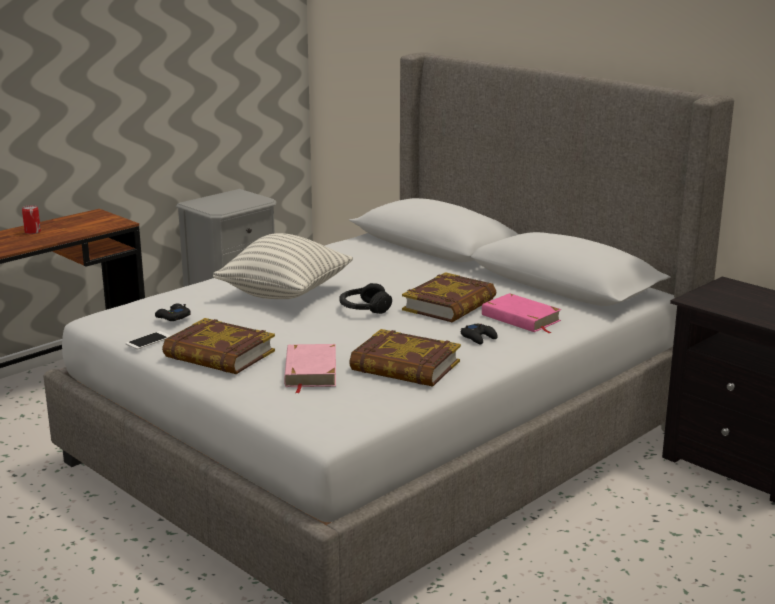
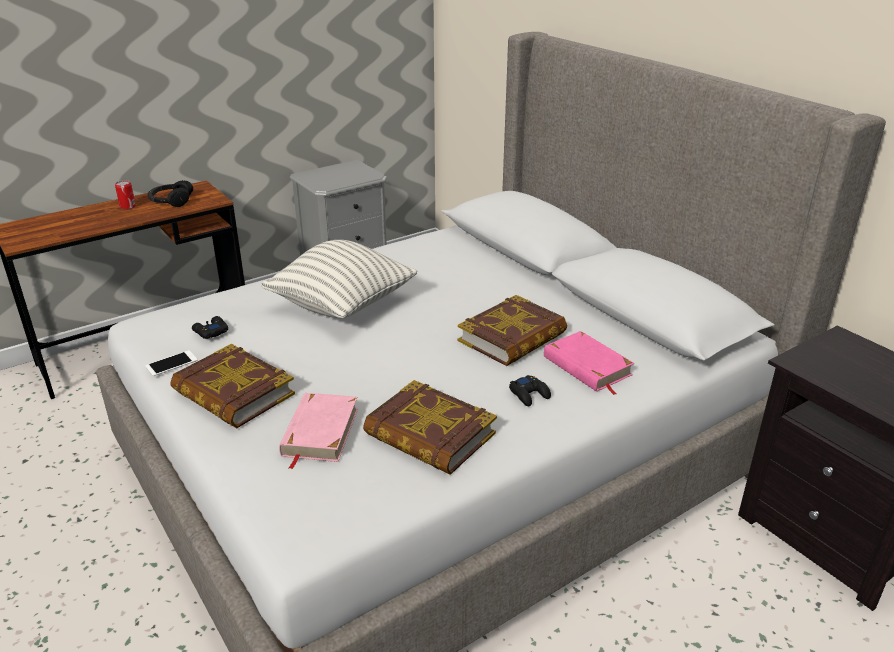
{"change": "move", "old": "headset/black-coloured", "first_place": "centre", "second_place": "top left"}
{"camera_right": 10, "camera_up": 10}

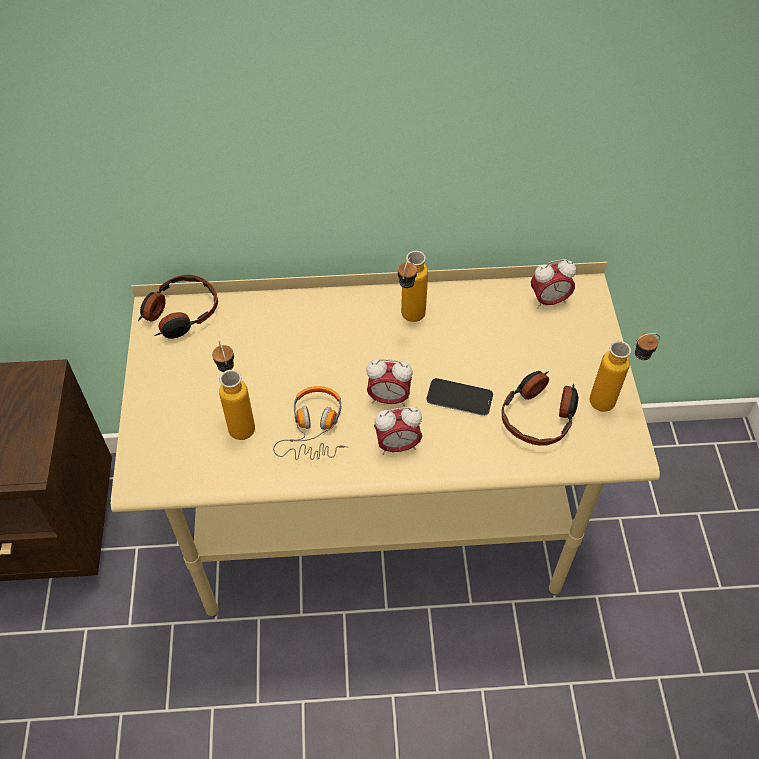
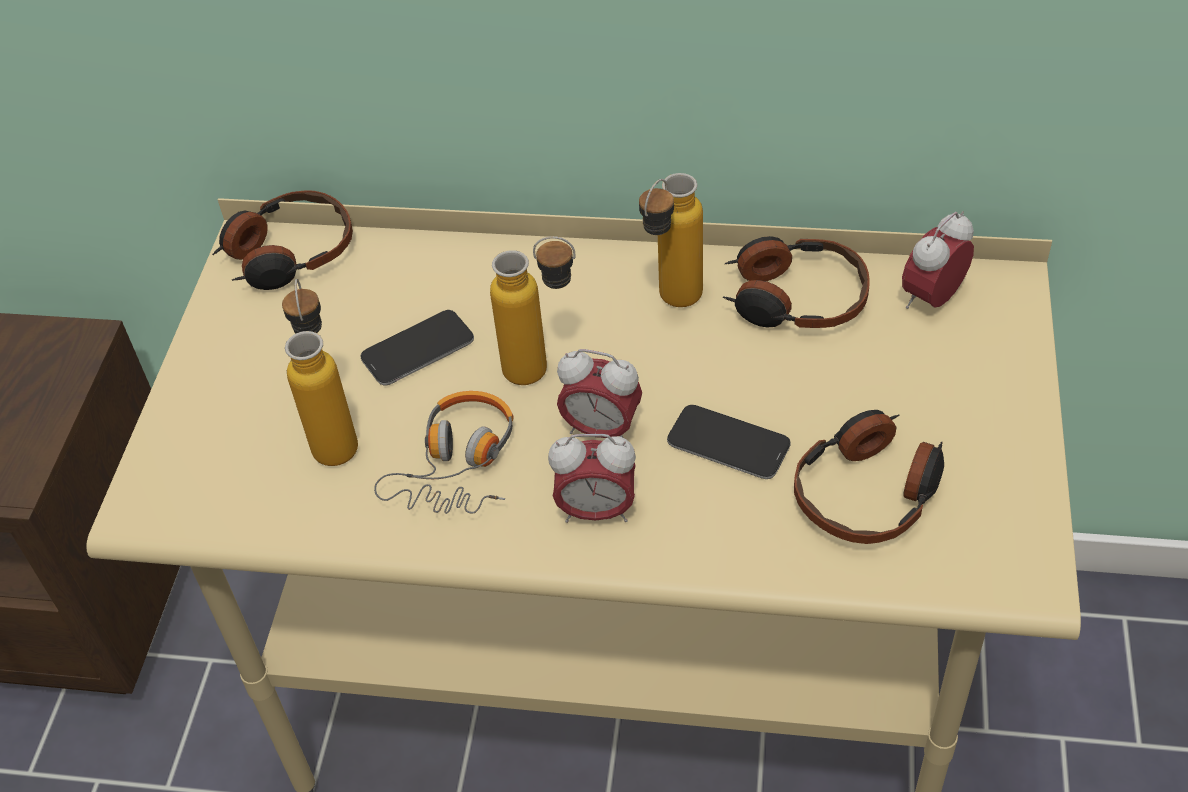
{"change": "insert", "new": "phone (1st from left)", "second_place": "centre"}
{"change": "insert", "new": "headset (3rd from left)", "second_place": "middle right"}
{"change": "move", "old": "bottle (3rd from left in the first image)", "new": "bottle (2nd from left)", "first_place": "middle right", "second_place": "centre"}
{"change": "rotate", "old": "alarm clock (3rd from left)", "first_place": "middle right", "second_place": "top right", "degrees": 135}
{"camera_right": 15, "camera_up": -5}

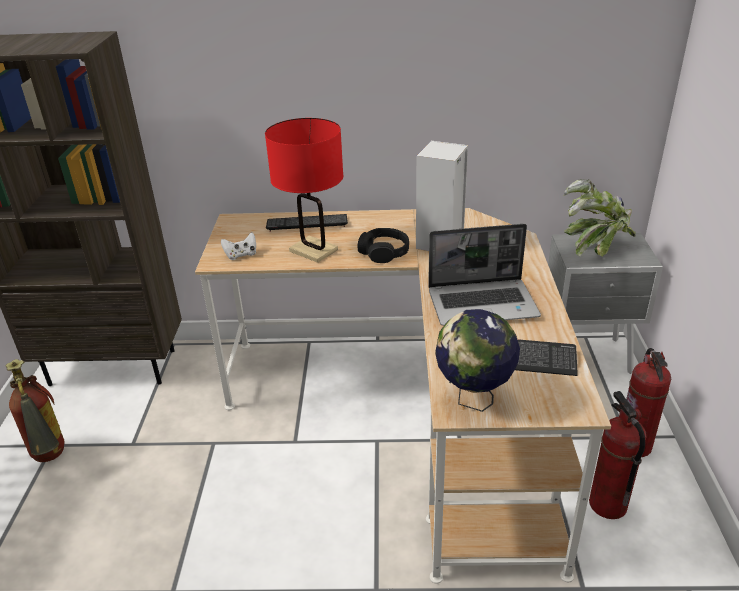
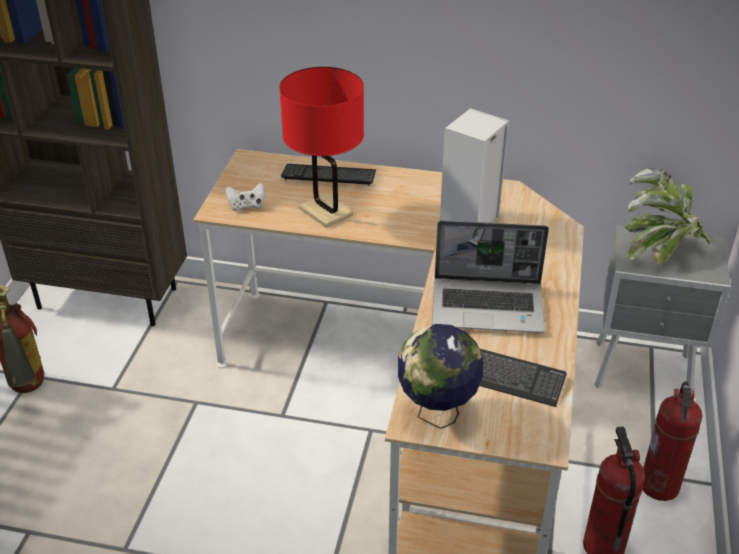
{"change": "delete", "old": "headset/black-coloured", "first_place": "centre"}
{"camera_right": 10, "camera_up": 5}

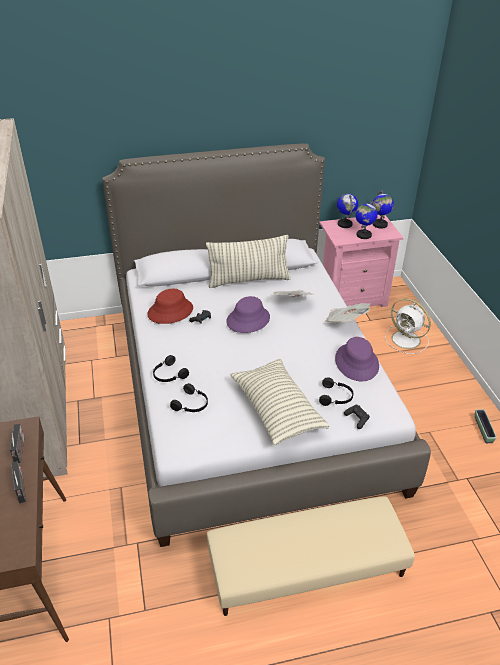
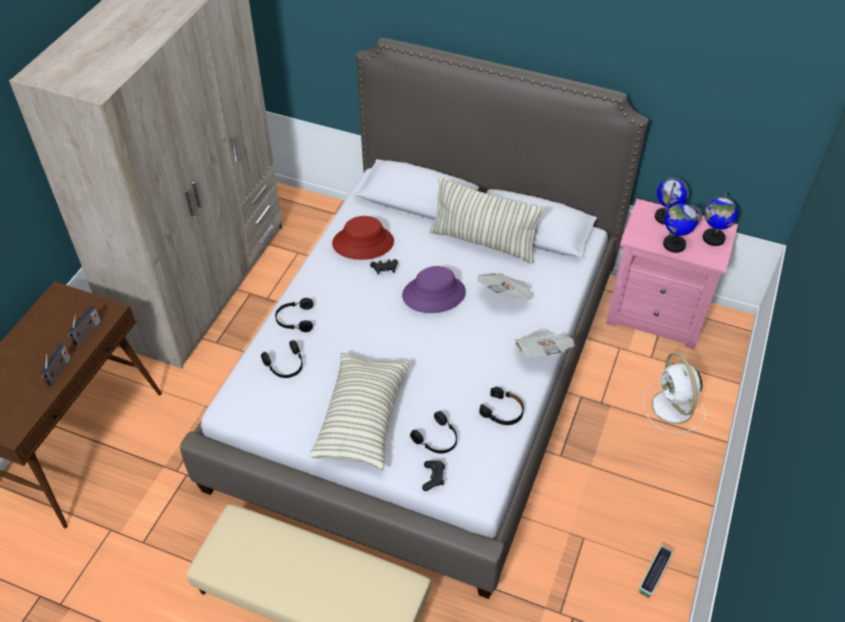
{"change": "replace", "old": "wearable hat/purple (2nd from left)", "new": "headset/black-coloured (4th from left)", "first_place": "middle right", "second_place": "centre"}
{"camera_right": 35, "camera_up": 10}

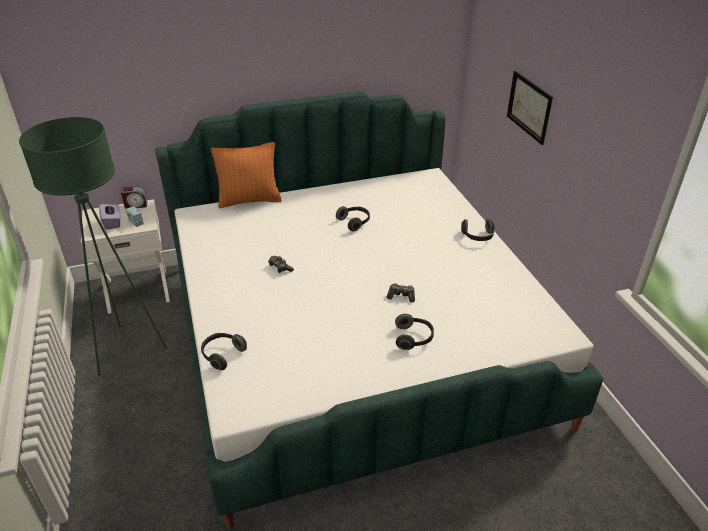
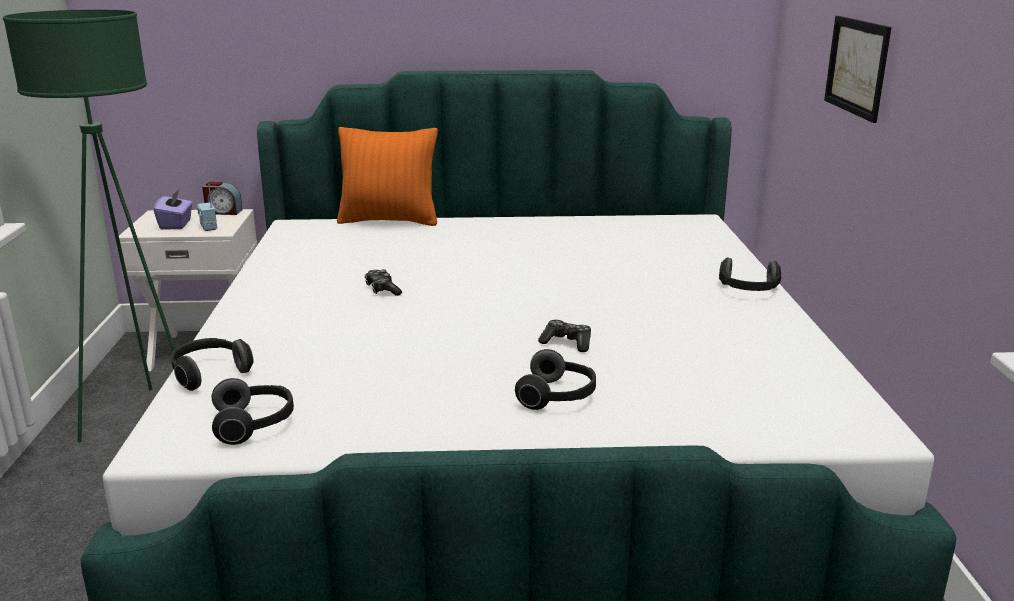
{"change": "move", "old": "headset (2nd from left)", "first_place": "centre", "second_place": "bottom left"}
{"camera_right": 15, "camera_up": -15}

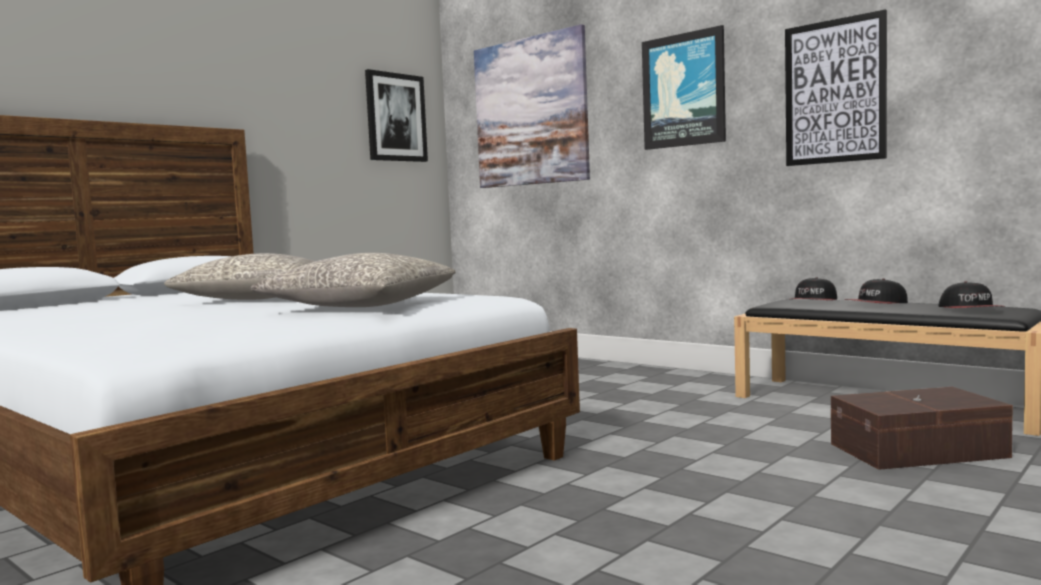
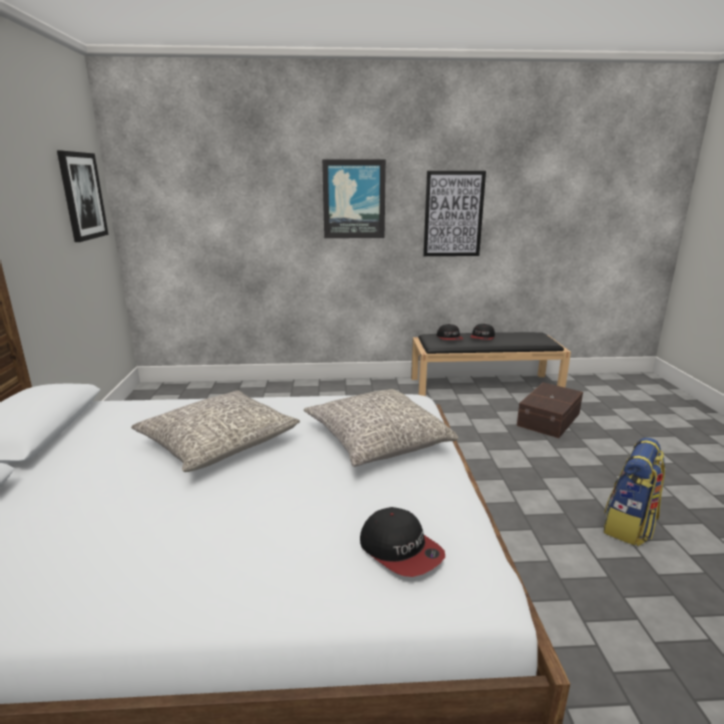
{"change": "delete", "old": "picture (2nd from left)", "first_place": "top centre"}
{"change": "insert", "new": "backpack", "second_place": "bottom right"}
{"change": "move", "old": "cap (3rd from left in the first image)", "new": "cap (1st from left)", "first_place": "middle right", "second_place": "bottom centre"}
{"camera_right": -45, "camera_up": 15}

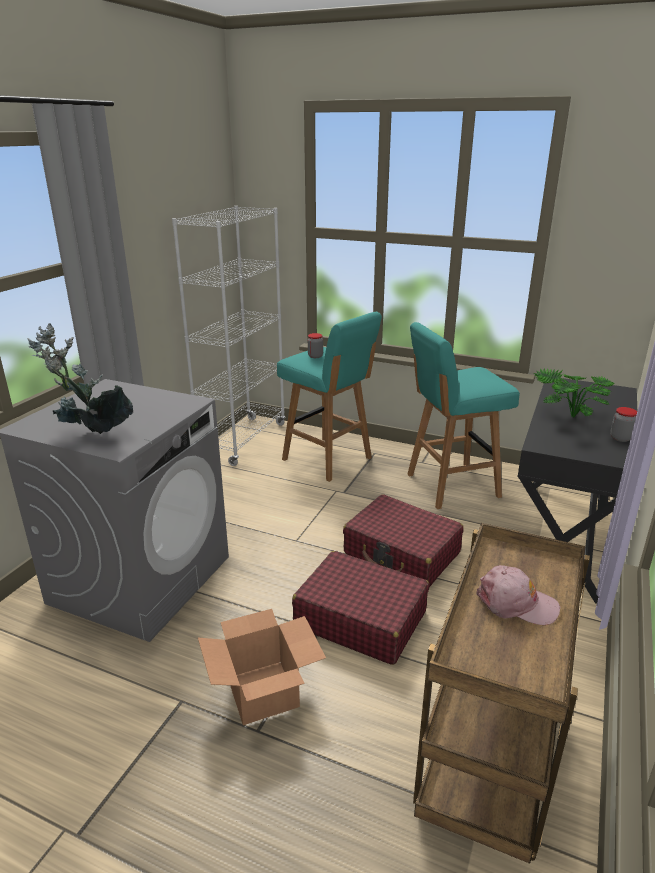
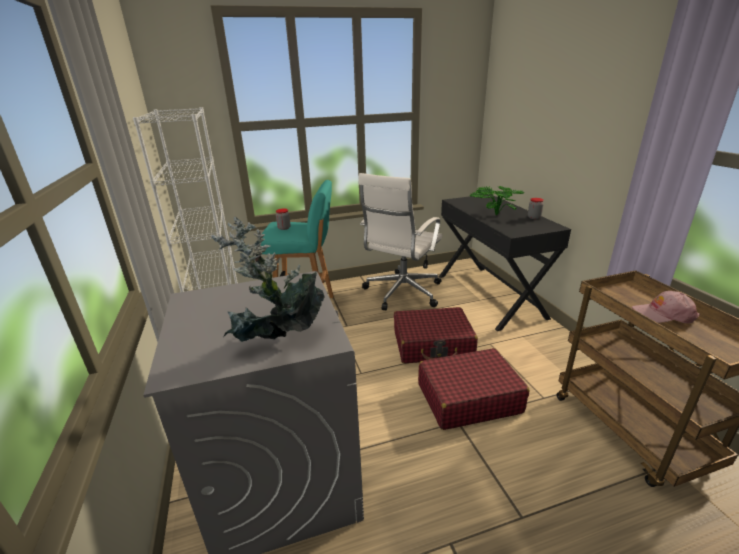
{"change": "delete", "old": "carton", "first_place": "bottom centre"}
{"change": "replace", "old": "stool/turquoise-coloured (2nd from left)", "new": "computer chair/white", "first_place": "middle right", "second_place": "centre"}
{"change": "rotate", "old": "cap/pink", "first_place": "bottom right", "second_place": "middle right", "degrees": -150}
{"camera_right": -40, "camera_up": 0}

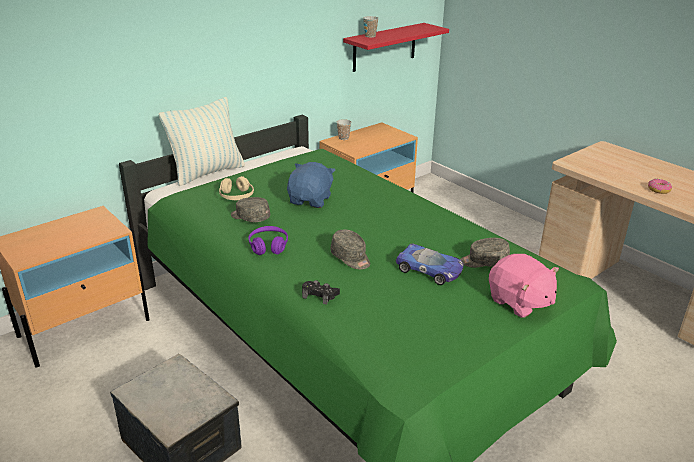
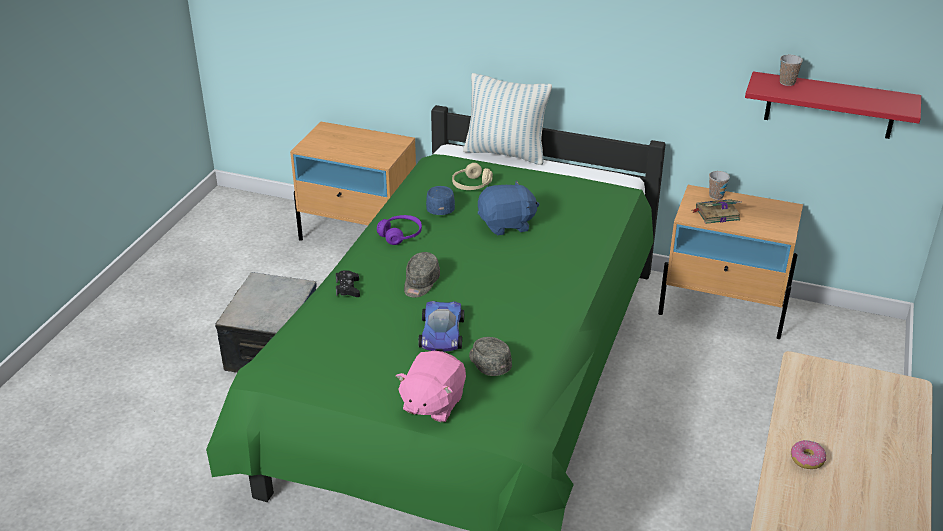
{"change": "insert", "new": "book", "second_place": "middle right"}
{"change": "recolor", "old": "cap/gray (1st from left)", "new": "cap/blue", "first_place": "centre", "second_place": "centre"}
{"camera_right": 60, "camera_up": 5}

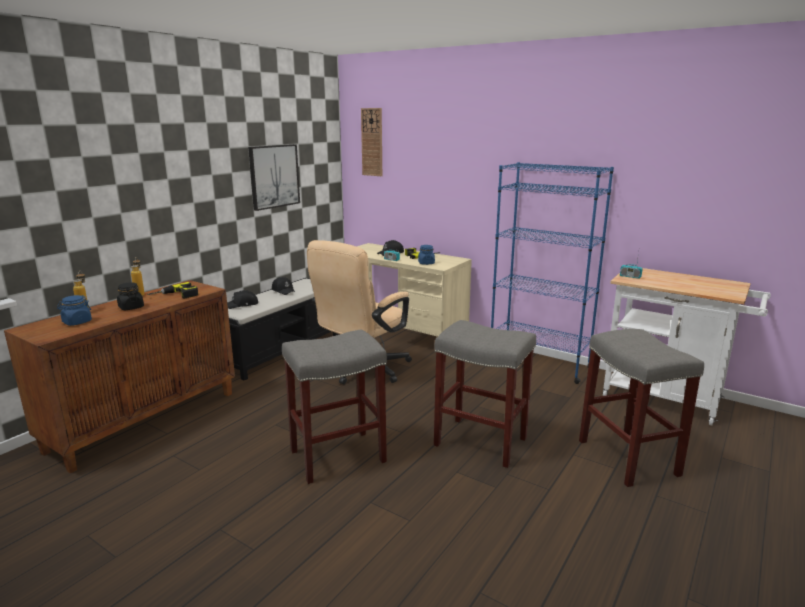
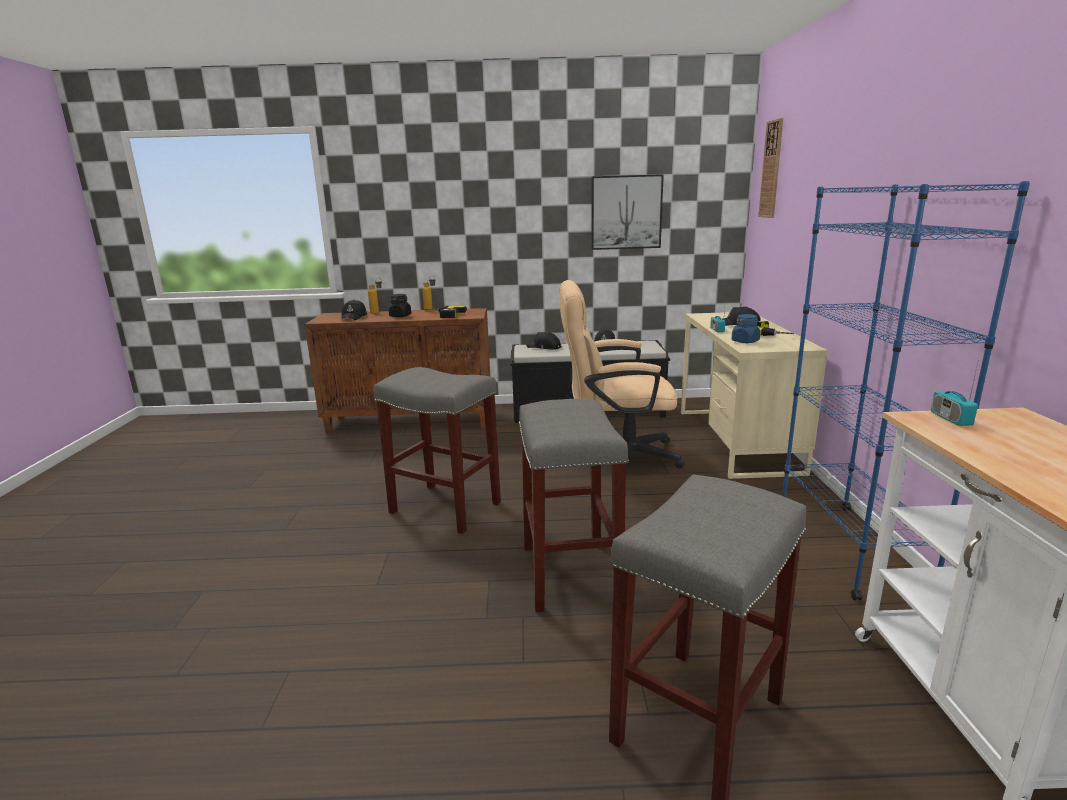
{"change": "replace", "old": "storage jar/blue (1st from left)", "new": "cap/black-coloured (1st from left)", "first_place": "middle left", "second_place": "middle left"}
{"camera_right": 55, "camera_up": 0}

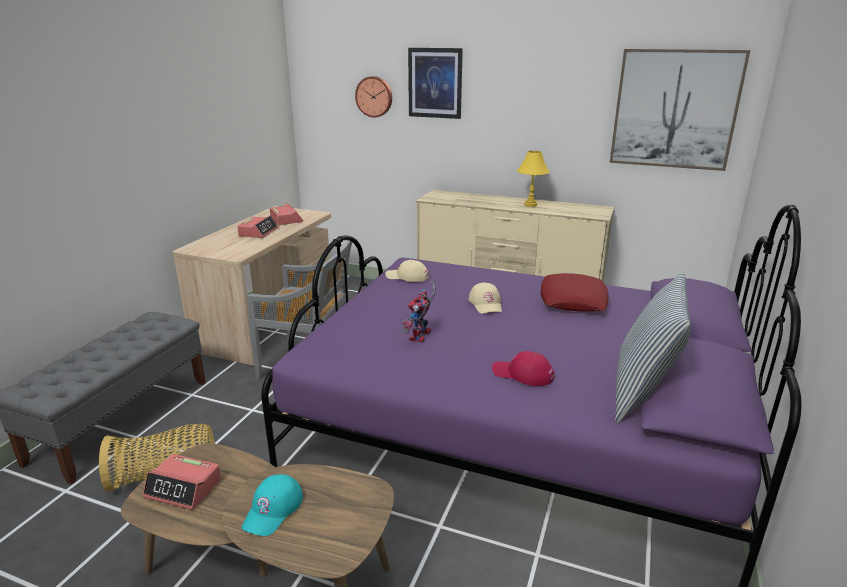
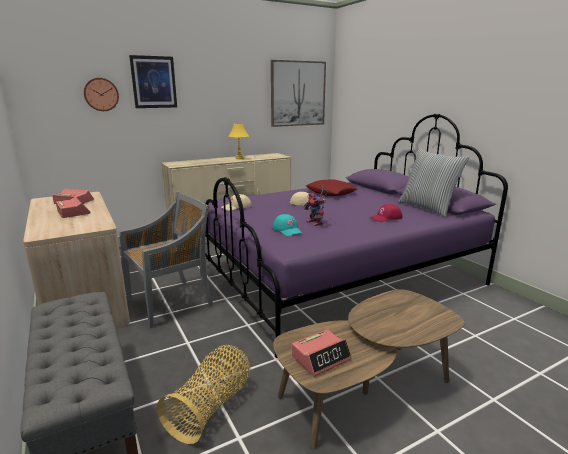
{"change": "move", "old": "cap/turquoise-coloured", "first_place": "bottom left", "second_place": "centre"}
{"camera_right": -50, "camera_up": -5}

